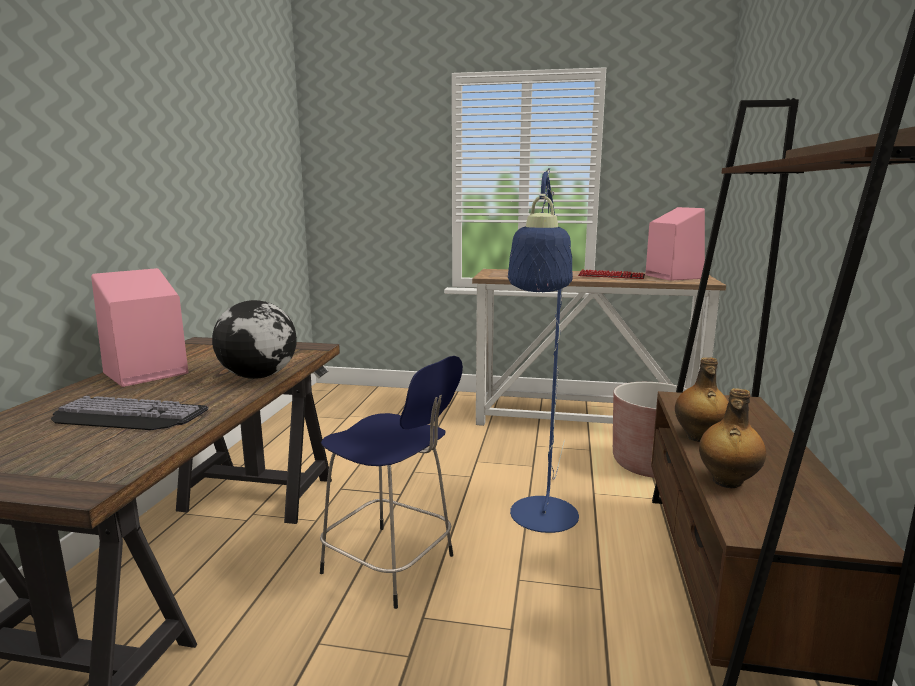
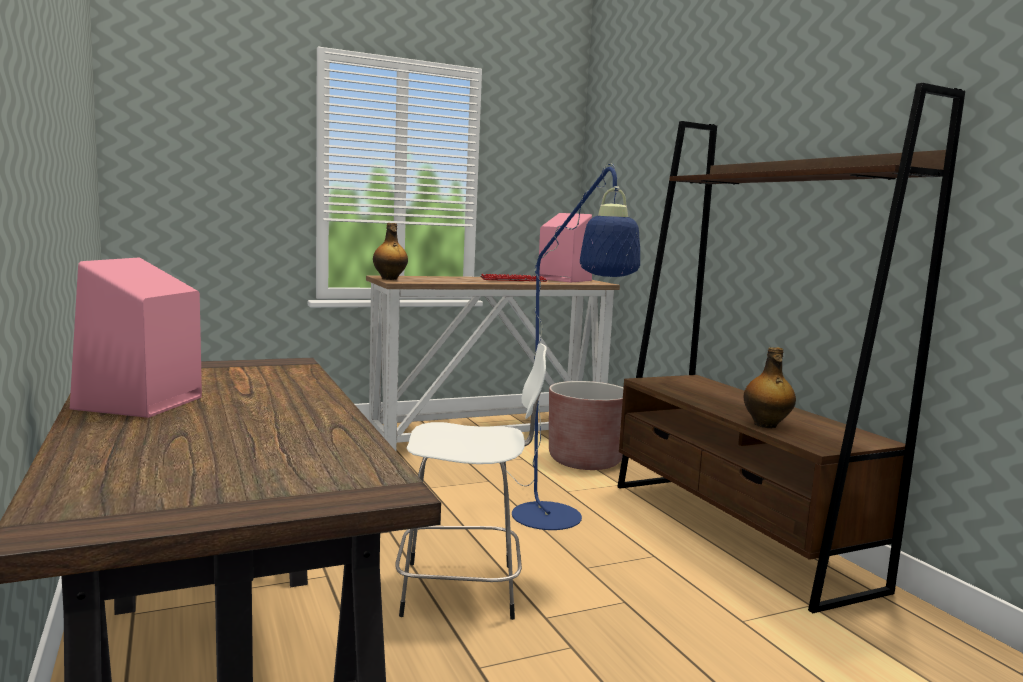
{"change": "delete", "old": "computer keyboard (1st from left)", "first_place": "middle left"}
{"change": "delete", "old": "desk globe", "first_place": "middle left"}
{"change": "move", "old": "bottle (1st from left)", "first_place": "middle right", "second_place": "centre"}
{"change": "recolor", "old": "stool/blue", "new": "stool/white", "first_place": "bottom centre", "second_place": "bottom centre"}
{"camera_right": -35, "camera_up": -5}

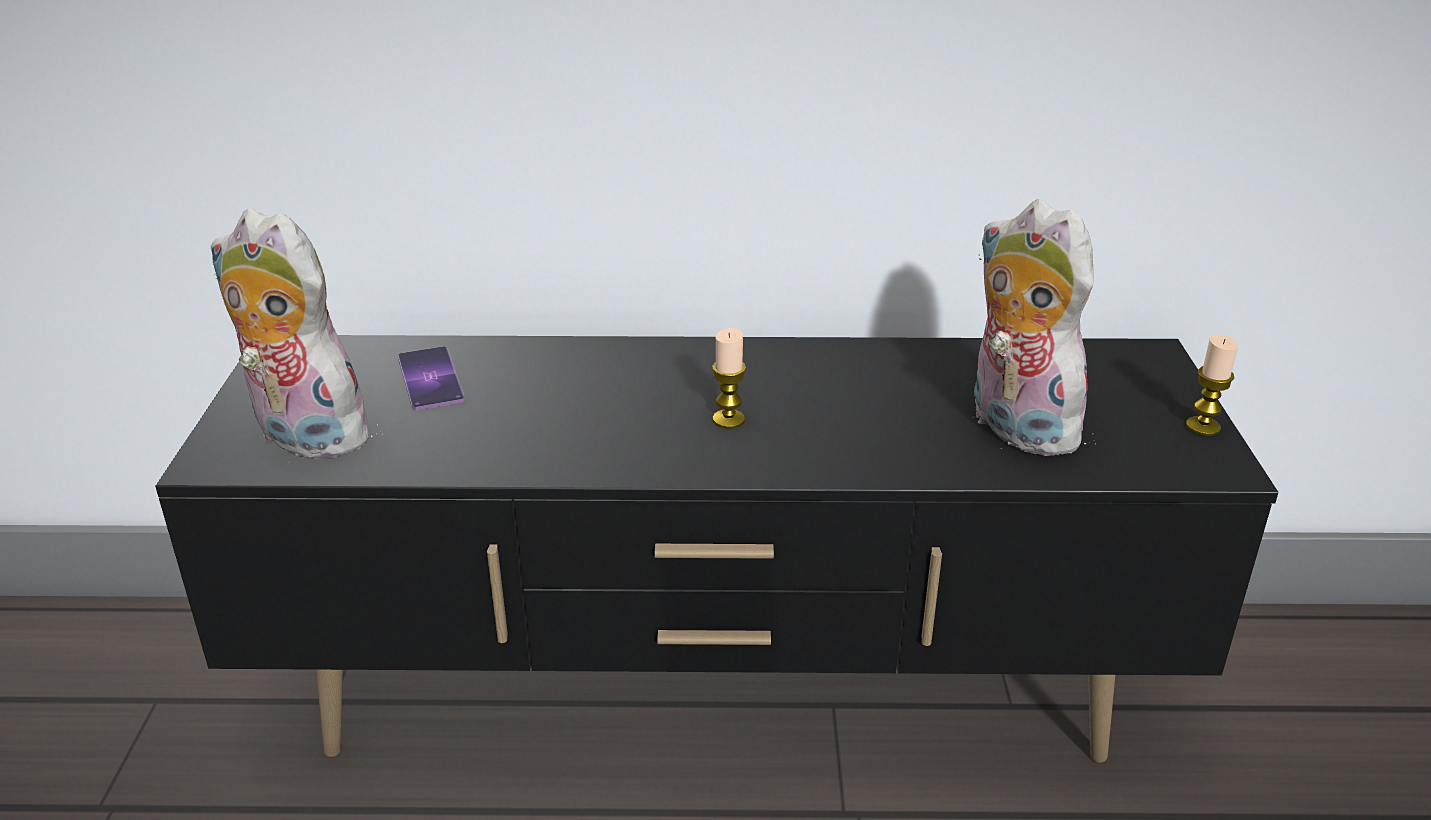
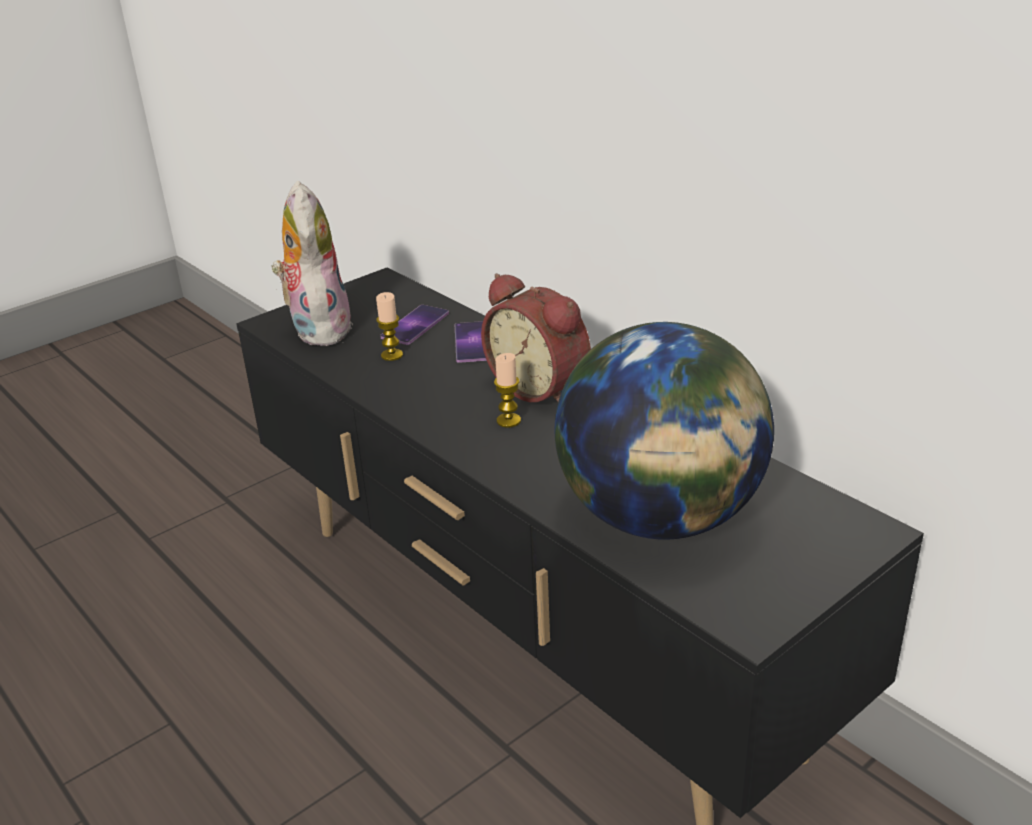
{"change": "insert", "new": "phone (2nd from left)", "second_place": "centre"}
{"change": "insert", "new": "alarm clock", "second_place": "centre"}
{"change": "move", "old": "wax light (2nd from left in the first image)", "new": "wax light (1st from left)", "first_place": "middle right", "second_place": "centre"}
{"change": "replace", "old": "soft toy (2nd from left)", "new": "desk globe", "first_place": "middle right", "second_place": "centre"}
{"camera_right": 50, "camera_up": 0}

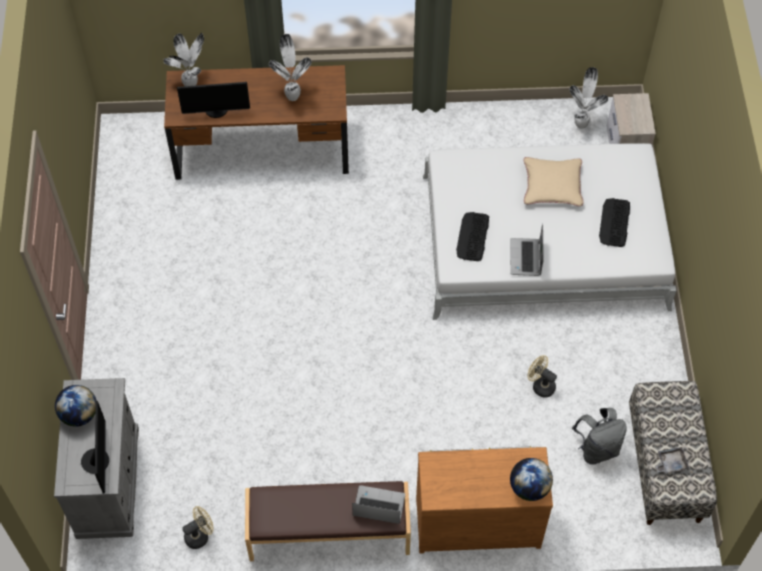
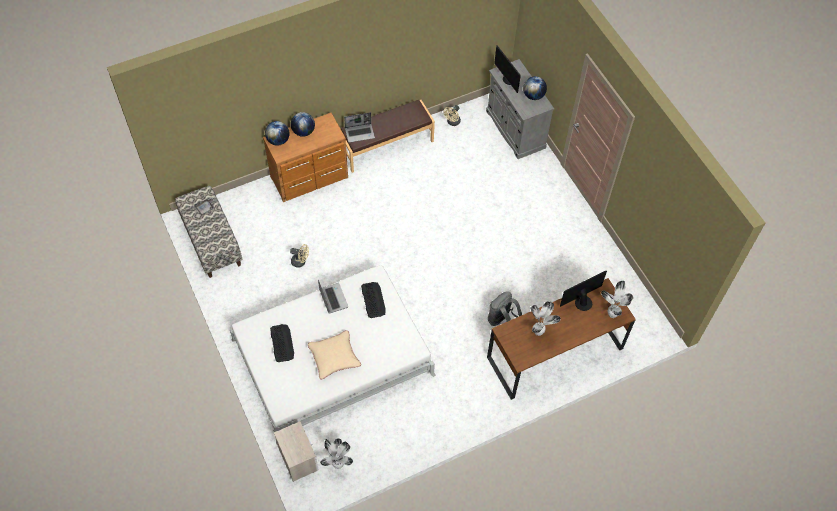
{"change": "insert", "new": "desk globe (2nd from left)", "second_place": "top centre"}
{"change": "move", "old": "backpack/gray", "first_place": "bottom right", "second_place": "centre"}
{"camera_right": 155, "camera_up": 0}

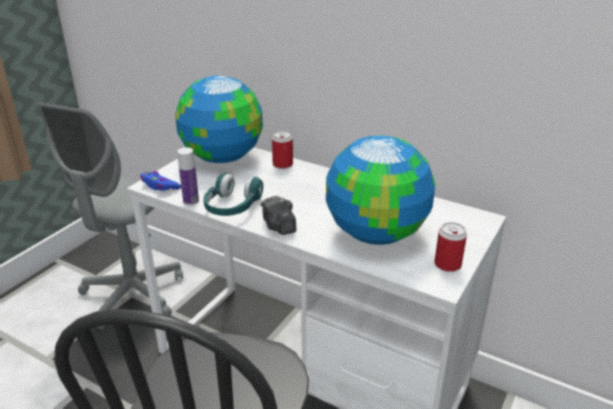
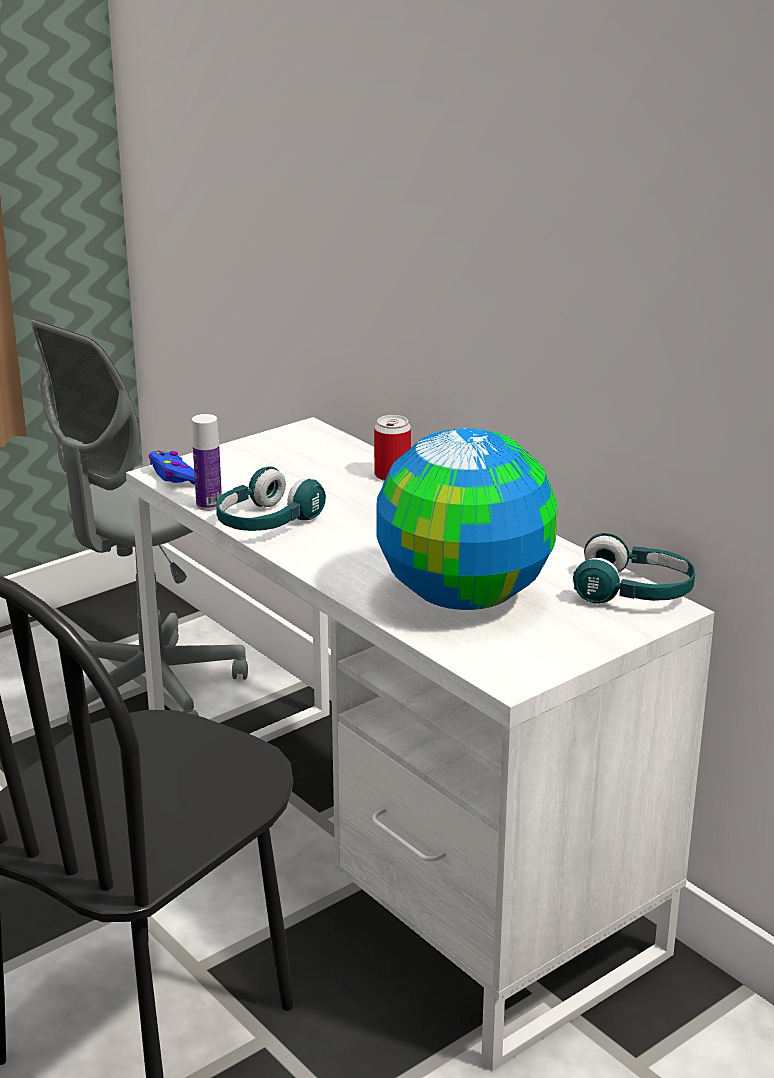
{"change": "delete", "old": "desk globe (1st from left)", "first_place": "top centre"}
{"change": "delete", "old": "photo camera", "first_place": "centre"}
{"change": "delete", "old": "can (2nd from left)", "first_place": "middle right"}
{"change": "insert", "new": "headset/turquoise-coloured (2nd from left)", "second_place": "middle right"}
{"camera_right": 20, "camera_up": -5}

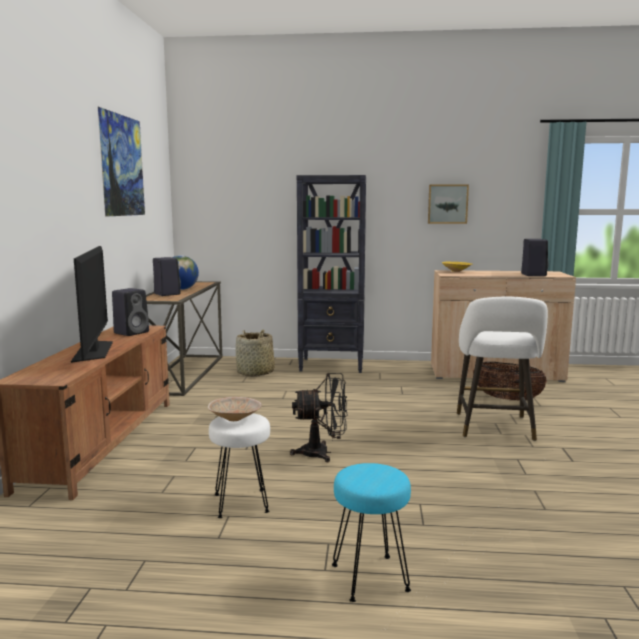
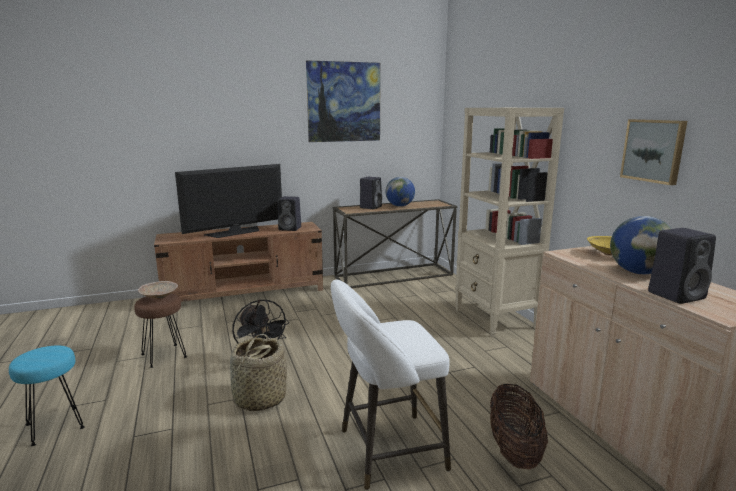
{"change": "insert", "new": "desk globe (2nd from left)", "second_place": "middle right"}
{"change": "move", "old": "household basket (1st from left)", "first_place": "centre", "second_place": "bottom centre"}
{"change": "recolor", "old": "stool/white (1st from left)", "new": "stool/brown", "first_place": "bottom centre", "second_place": "bottom left"}
{"change": "recolor", "old": "shelving unit/black-coloured", "new": "shelving unit/beige", "first_place": "centre", "second_place": "middle right"}
{"camera_right": 65, "camera_up": 5}

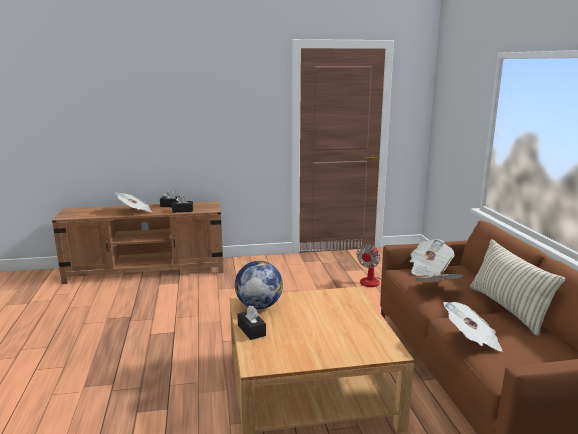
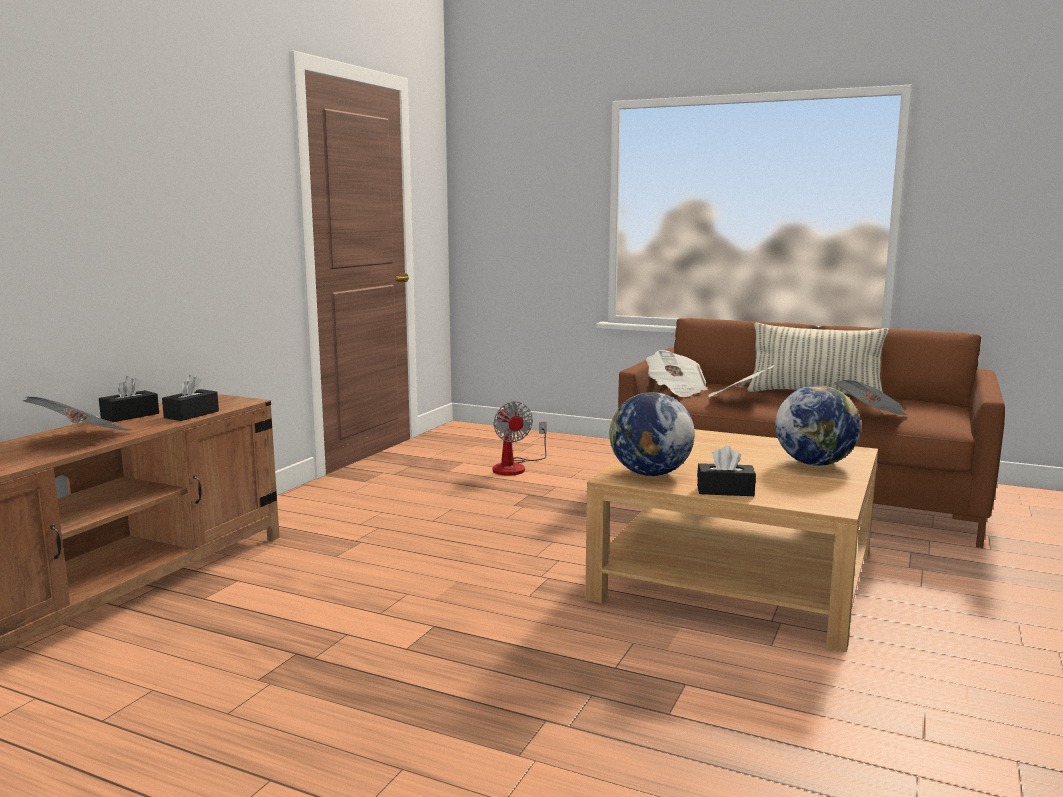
{"change": "insert", "new": "desk globe (2nd from left)", "second_place": "middle right"}
{"camera_right": -55, "camera_up": -5}

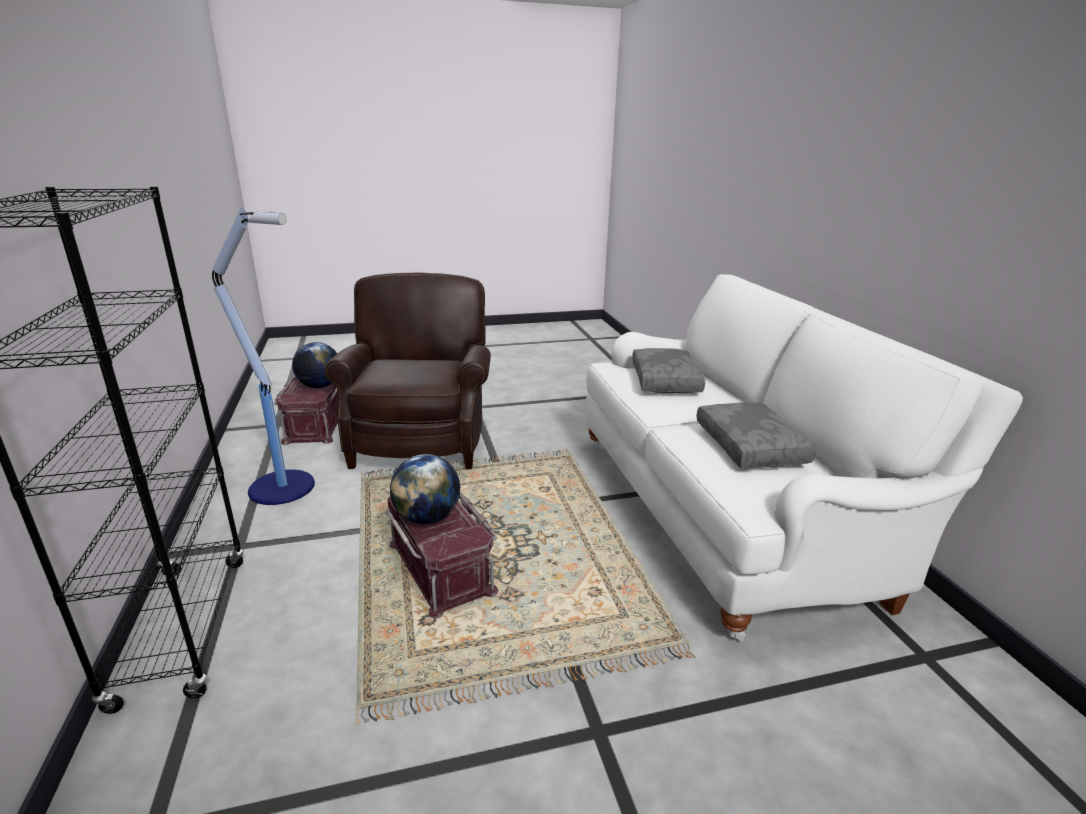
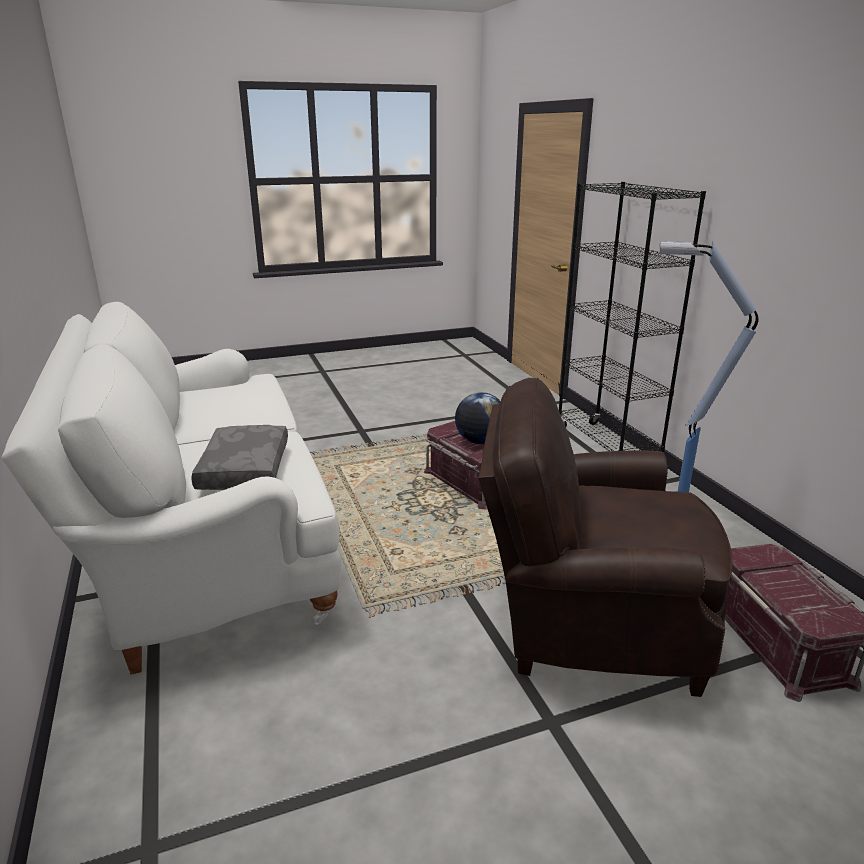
{"change": "delete", "old": "desk globe (1st from left)", "first_place": "middle left"}
{"change": "delete", "old": "pillow/gray (2nd from left)", "first_place": "middle right"}
{"change": "rotate", "old": "armchair/brown", "first_place": "centre", "second_place": "middle right", "degrees": 105}
{"camera_right": 175, "camera_up": 0}

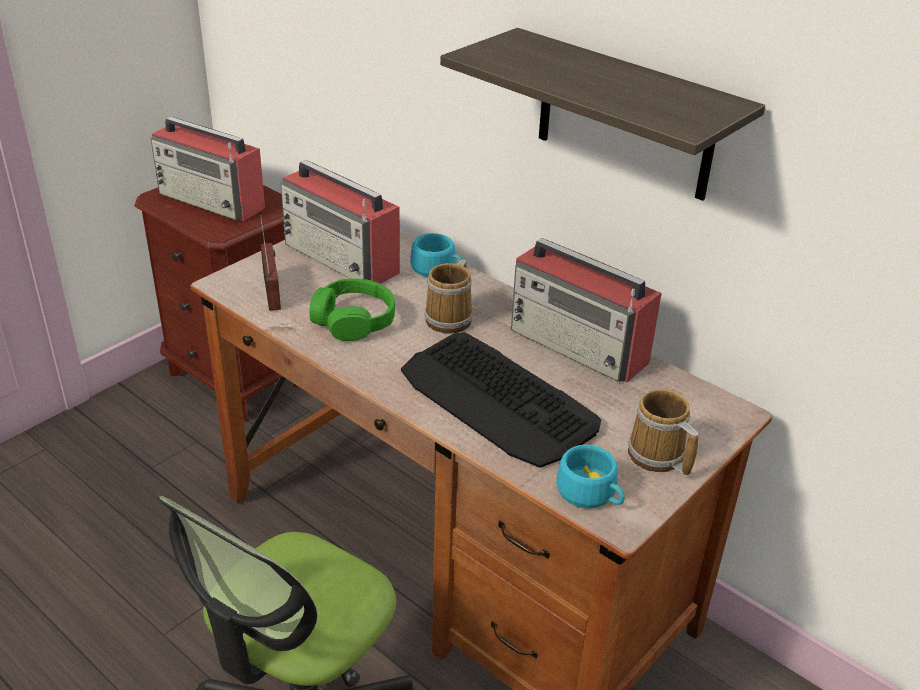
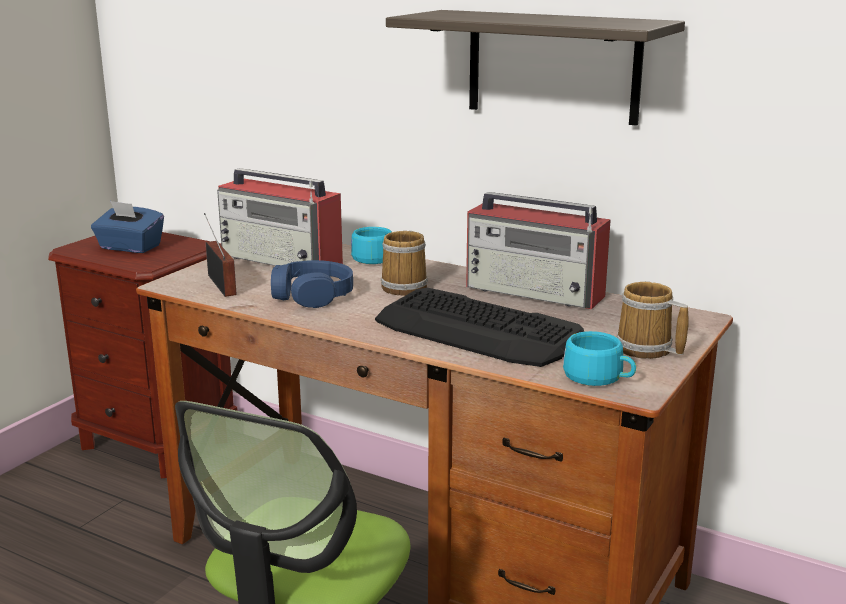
{"change": "replace", "old": "radio receiver (1st from left)", "new": "box of tissues/blue", "first_place": "top left", "second_place": "middle left"}
{"change": "recolor", "old": "headset/green", "new": "headset/blue", "first_place": "centre", "second_place": "centre"}
{"camera_right": -10, "camera_up": -15}

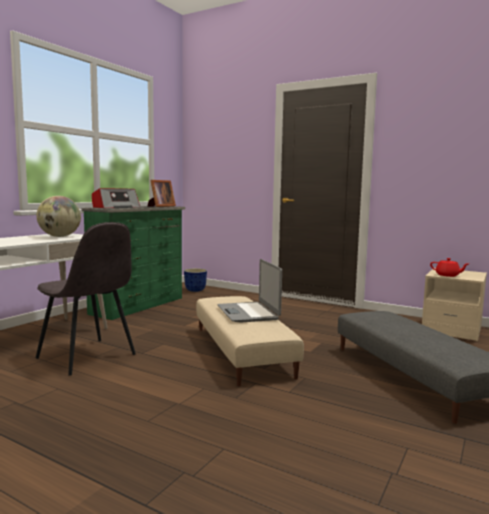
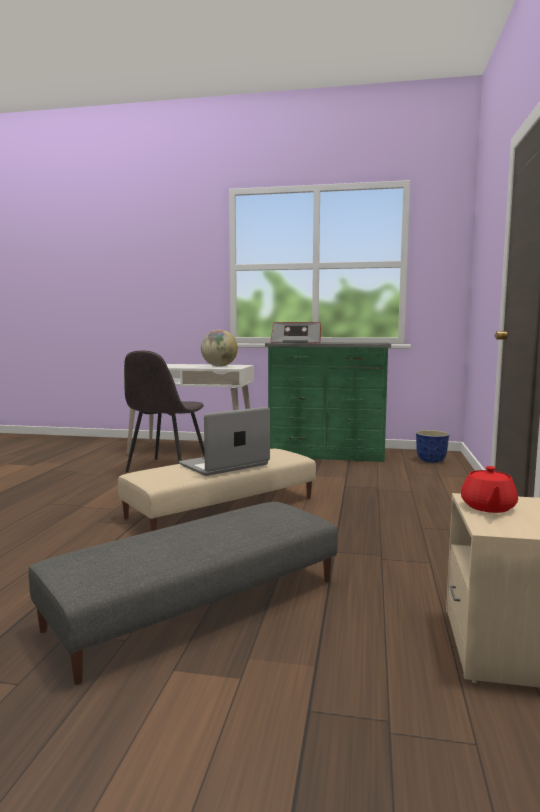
{"change": "delete", "old": "photo frame", "first_place": "middle left"}
{"camera_right": 70, "camera_up": 0}

